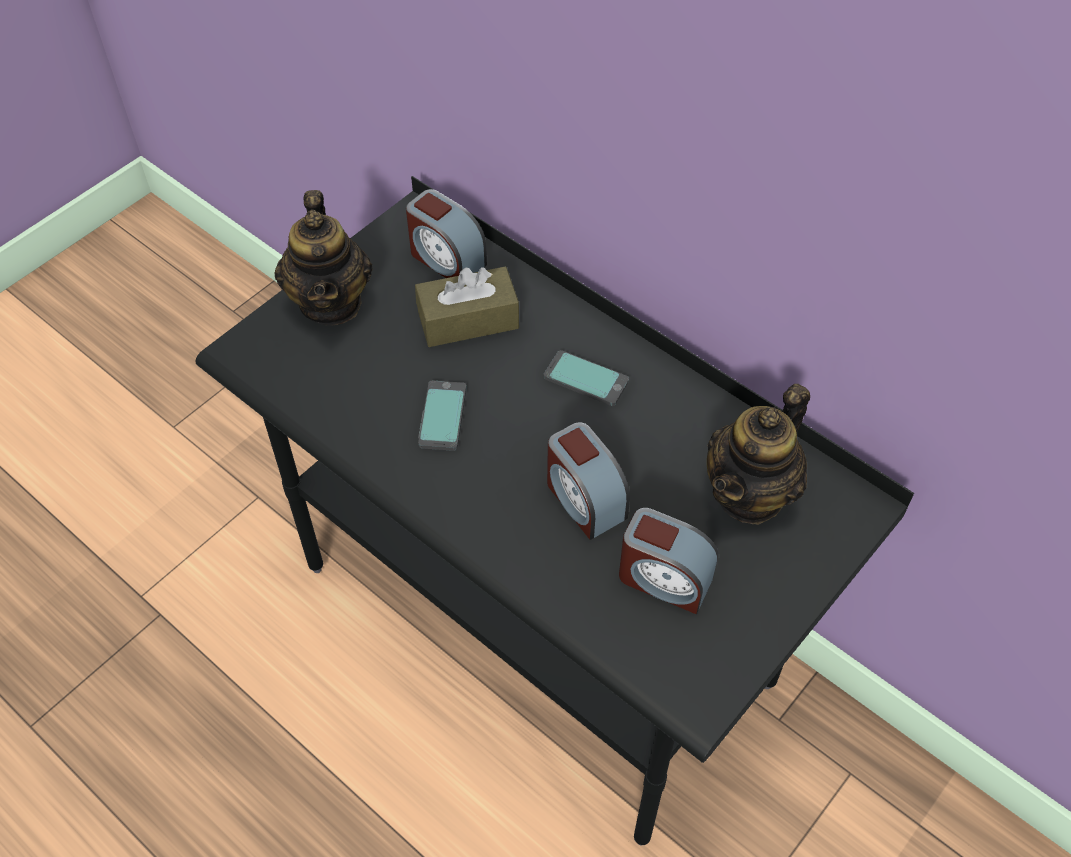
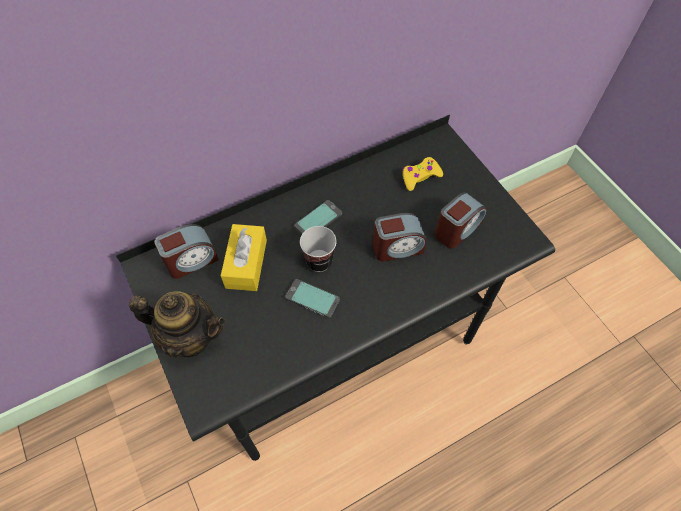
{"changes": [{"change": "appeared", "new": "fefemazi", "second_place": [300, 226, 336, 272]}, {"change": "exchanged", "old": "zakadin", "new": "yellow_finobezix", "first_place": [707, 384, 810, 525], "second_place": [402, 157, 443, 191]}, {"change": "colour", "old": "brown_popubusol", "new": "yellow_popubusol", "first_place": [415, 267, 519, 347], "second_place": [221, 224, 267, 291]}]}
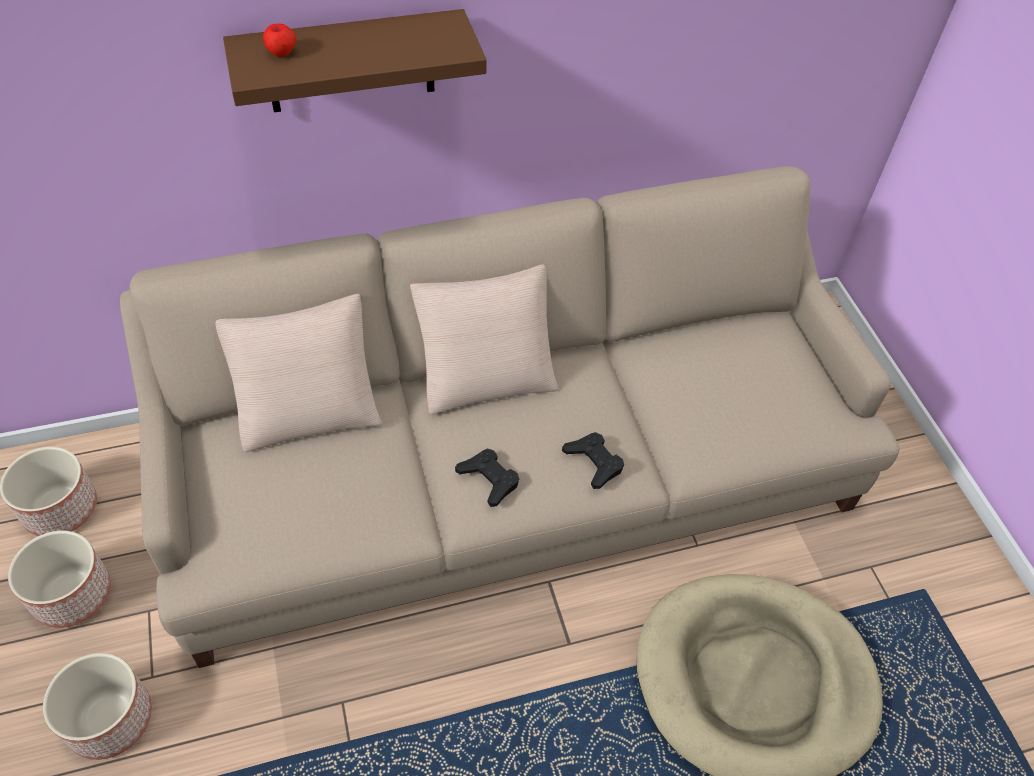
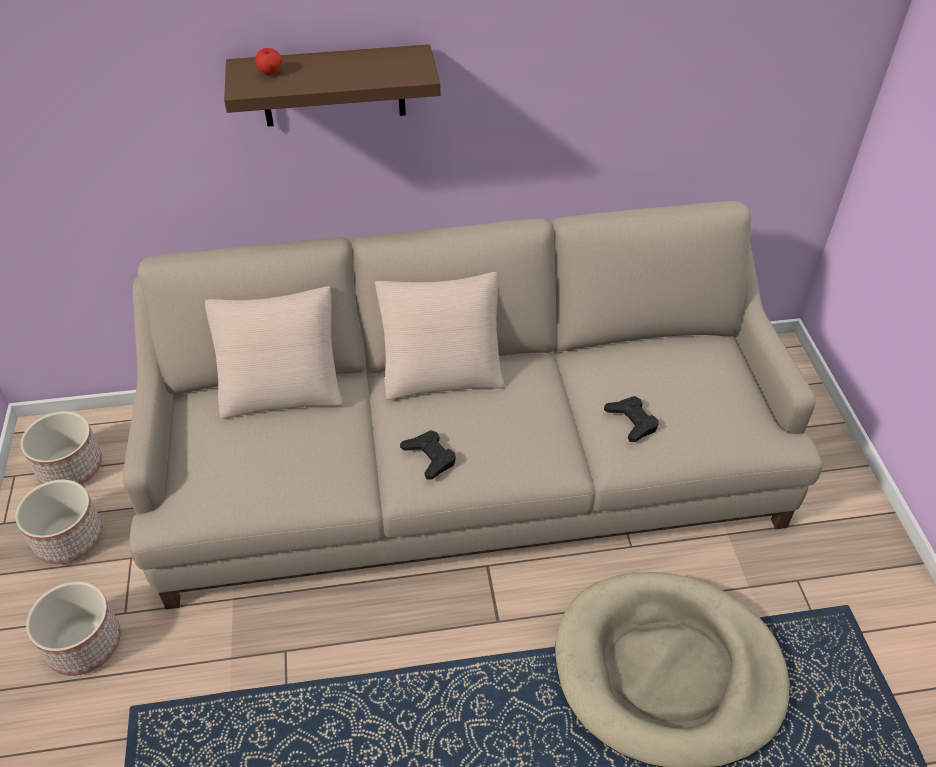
{"changes": [{"change": "relocated", "old": "black_finobezix", "first_place": [562, 432, 624, 489], "second_place": [604, 396, 659, 442]}]}
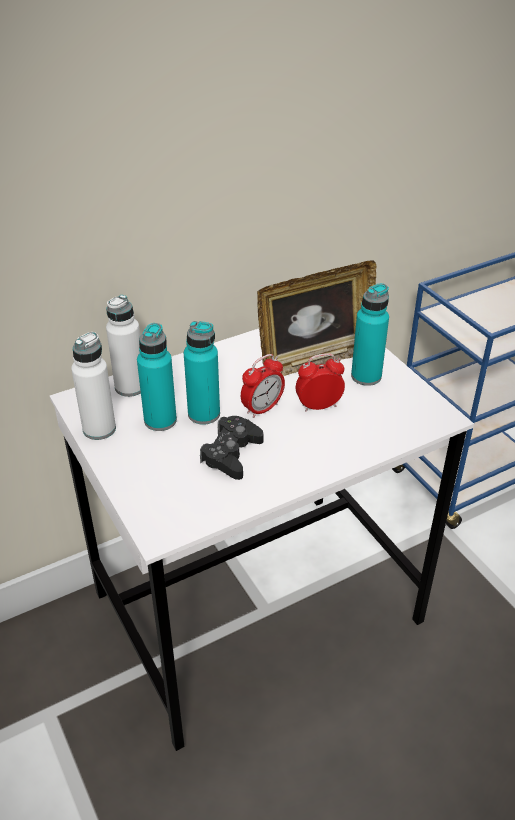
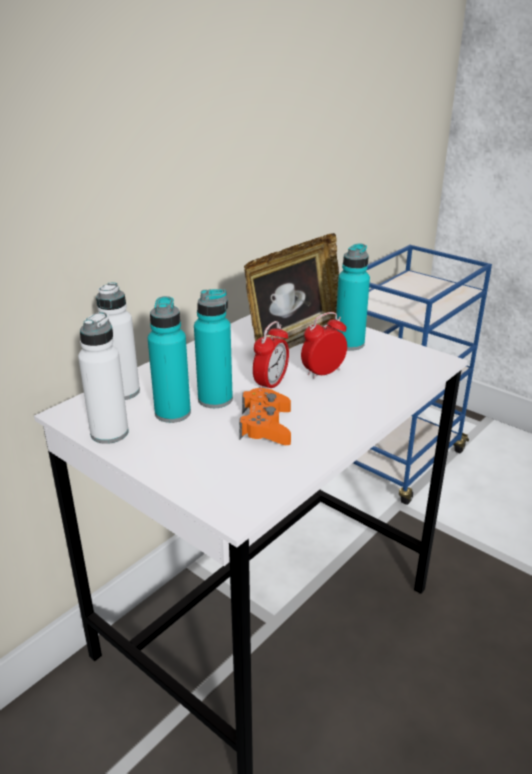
{"changes": [{"change": "colour", "old": "black_finobezix", "new": "orange_finobezix", "first_place": [200, 416, 264, 480], "second_place": [239, 388, 291, 445]}]}
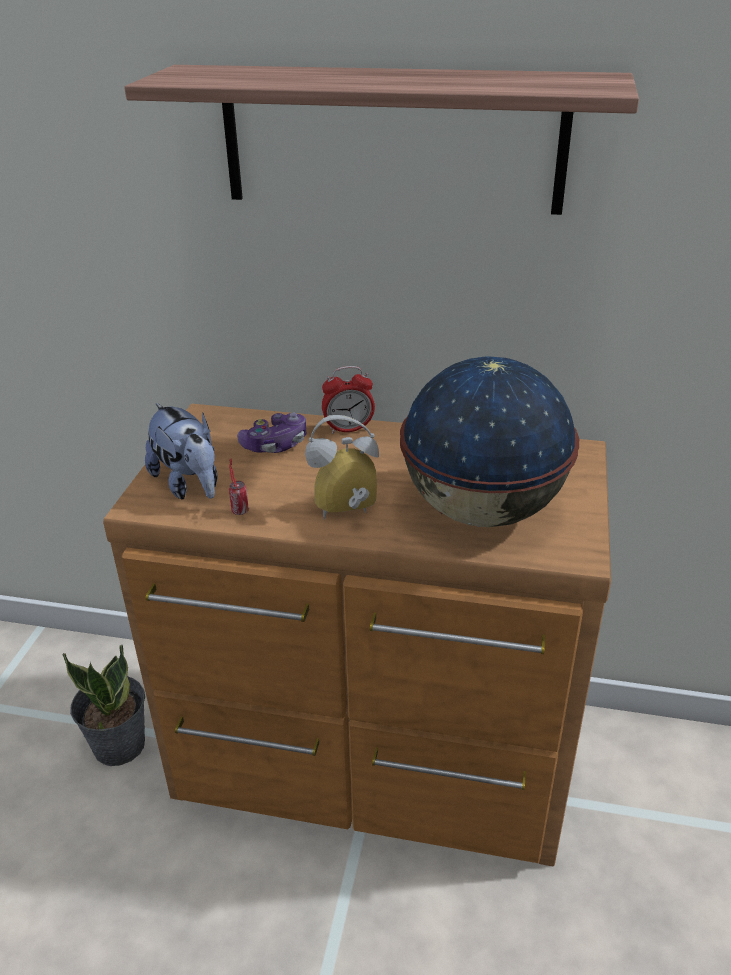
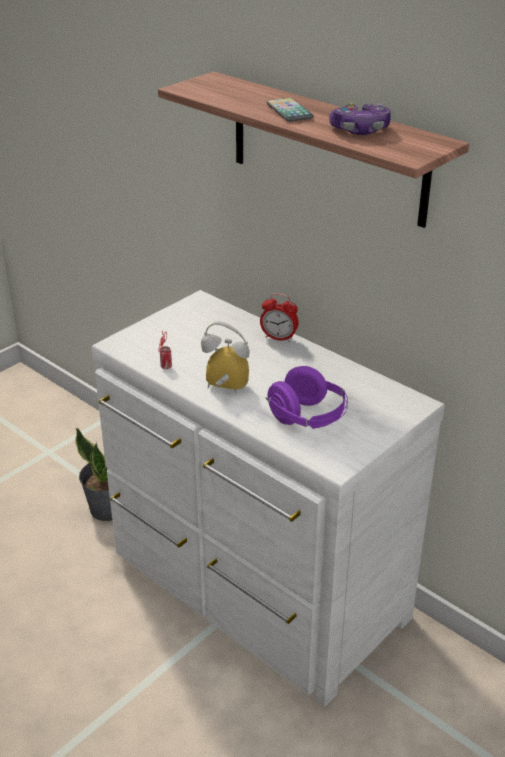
{"changes": [{"change": "missing", "old": "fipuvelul", "first_place": [145, 403, 218, 500]}, {"change": "appeared", "new": "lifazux", "second_place": [266, 98, 314, 122]}, {"change": "relocated", "old": "finobezix", "first_place": [237, 413, 306, 453], "second_place": [329, 103, 391, 135]}, {"change": "exchanged", "old": "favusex", "new": "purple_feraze", "first_place": [400, 356, 579, 527], "second_place": [266, 366, 348, 429]}, {"change": "colour", "old": "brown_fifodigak", "new": "white_fifodigak", "first_place": [103, 404, 611, 867], "second_place": [91, 290, 445, 706]}]}
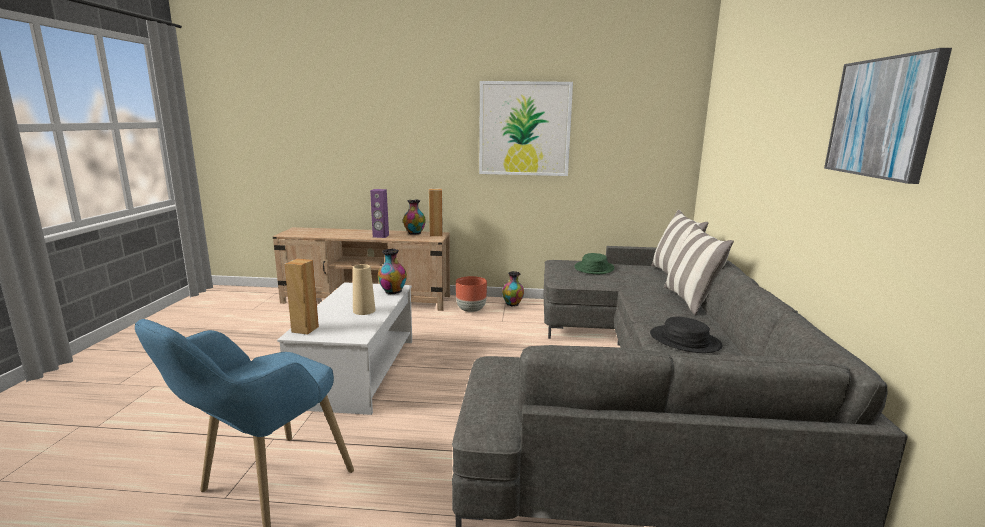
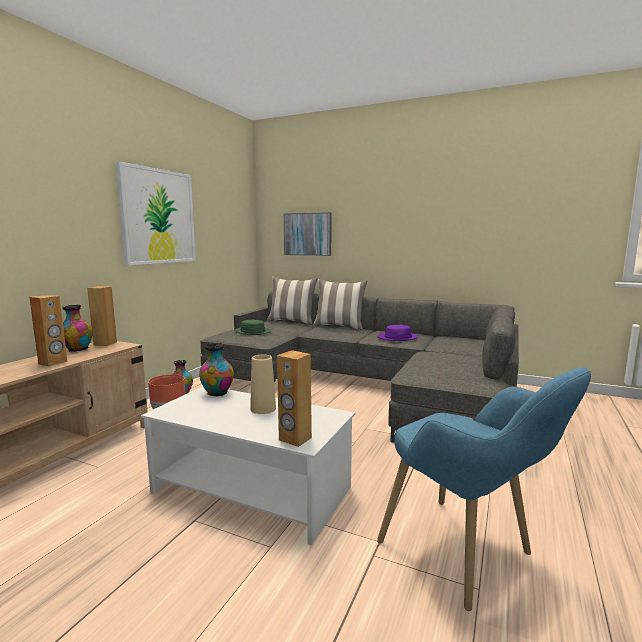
{"changes": [{"change": "relocated", "old": "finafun", "first_place": [824, 48, 952, 184], "second_place": [284, 212, 332, 256]}, {"change": "colour", "old": "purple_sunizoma", "new": "brown_sunizoma", "first_place": [370, 189, 389, 238], "second_place": [29, 295, 67, 366]}, {"change": "colour", "old": "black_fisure", "new": "purple_fisure", "first_place": [650, 317, 722, 353], "second_place": [378, 325, 419, 341]}]}
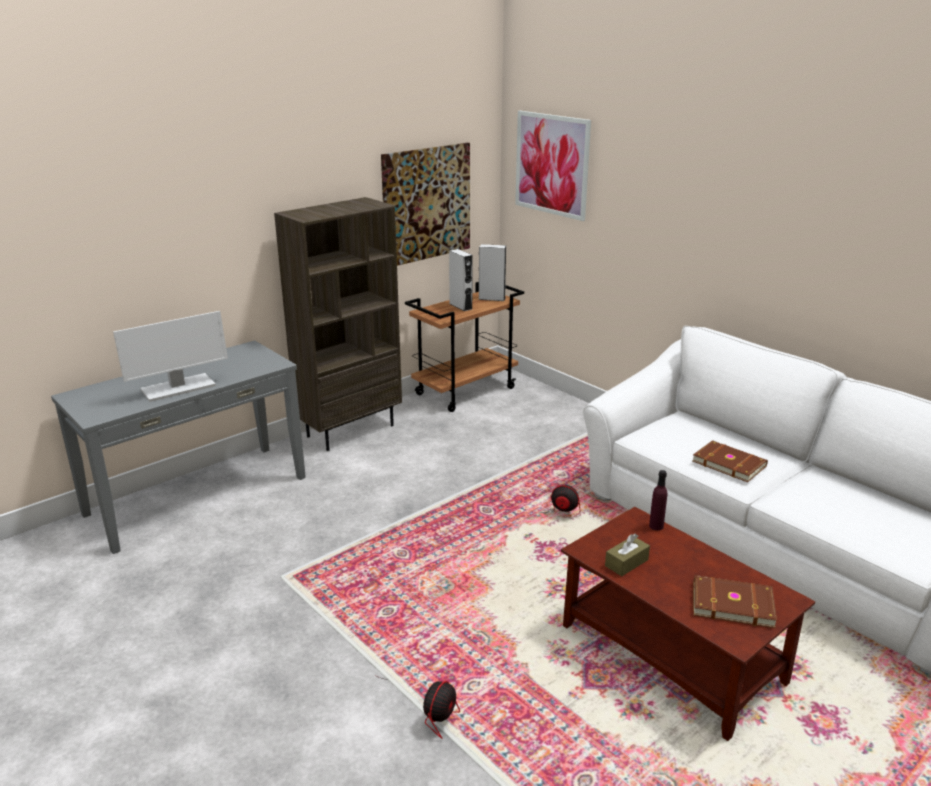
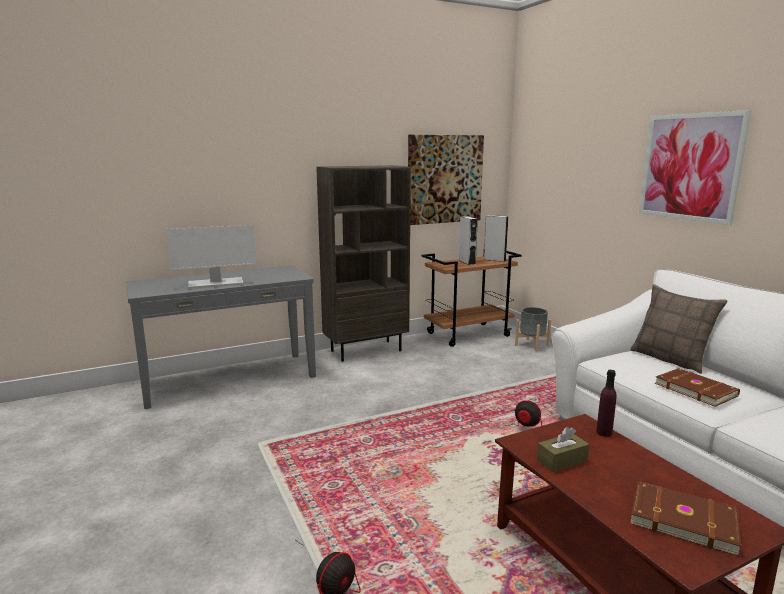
{"changes": [{"change": "appeared", "new": "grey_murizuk", "second_place": [515, 307, 551, 352]}, {"change": "appeared", "new": "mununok", "second_place": [630, 284, 728, 374]}, {"change": "relocated", "old": "finafun", "first_place": [515, 111, 591, 221], "second_place": [639, 110, 751, 225]}]}
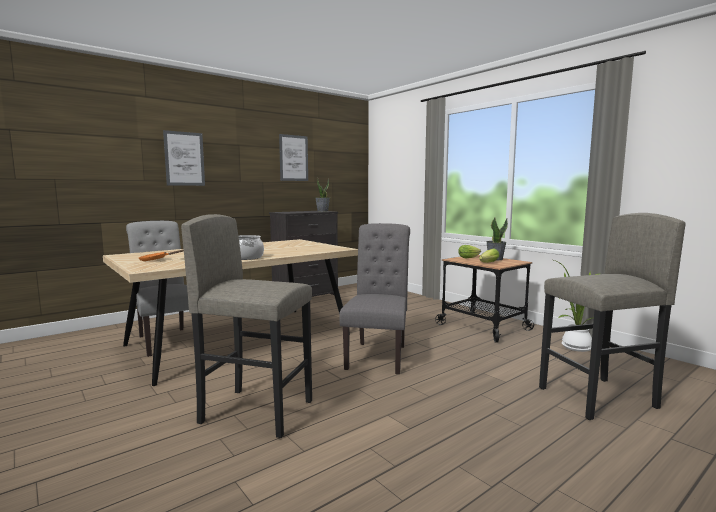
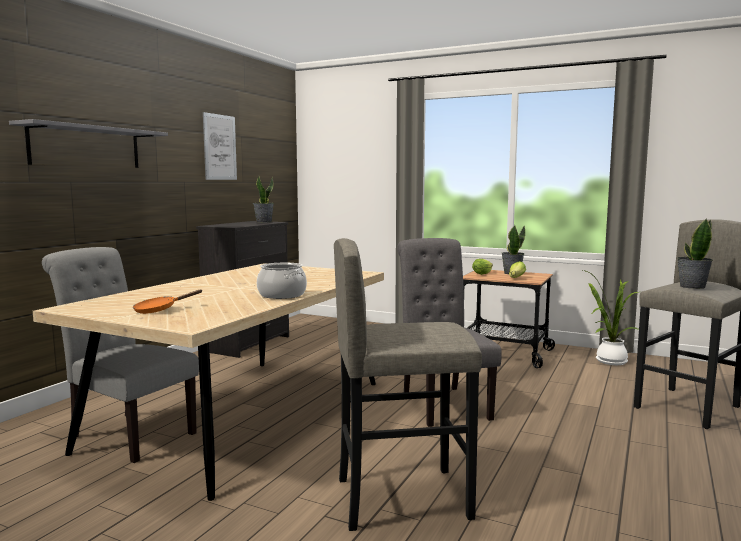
{"changes": [{"change": "appeared", "new": "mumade", "second_place": [677, 219, 713, 289]}, {"change": "exchanged", "old": "finafun", "new": "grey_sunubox", "first_place": [163, 130, 205, 186], "second_place": [9, 119, 168, 168]}]}
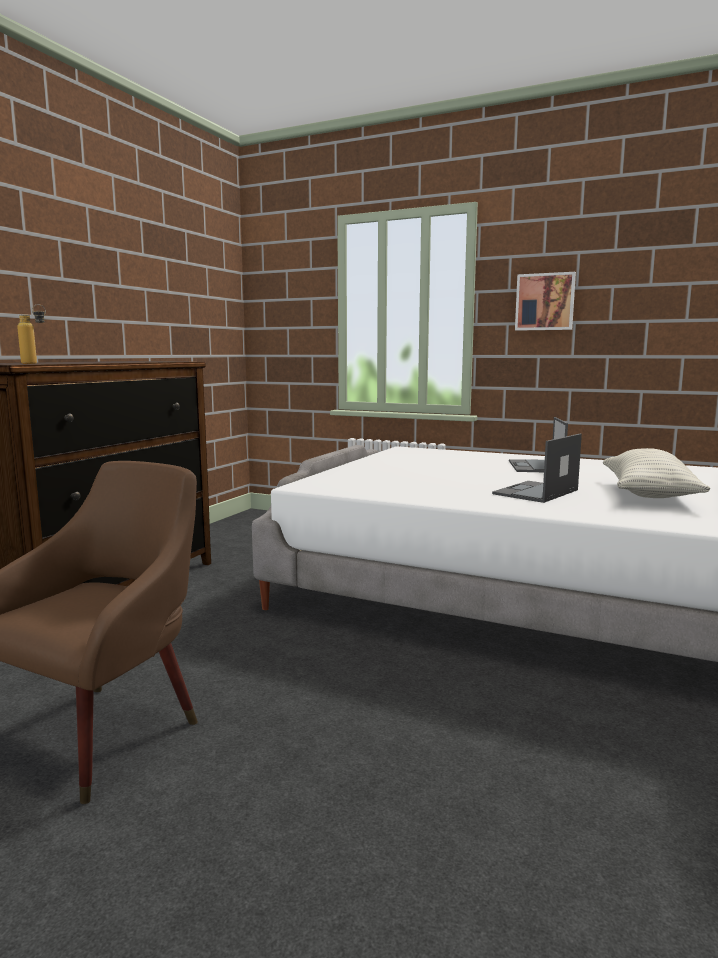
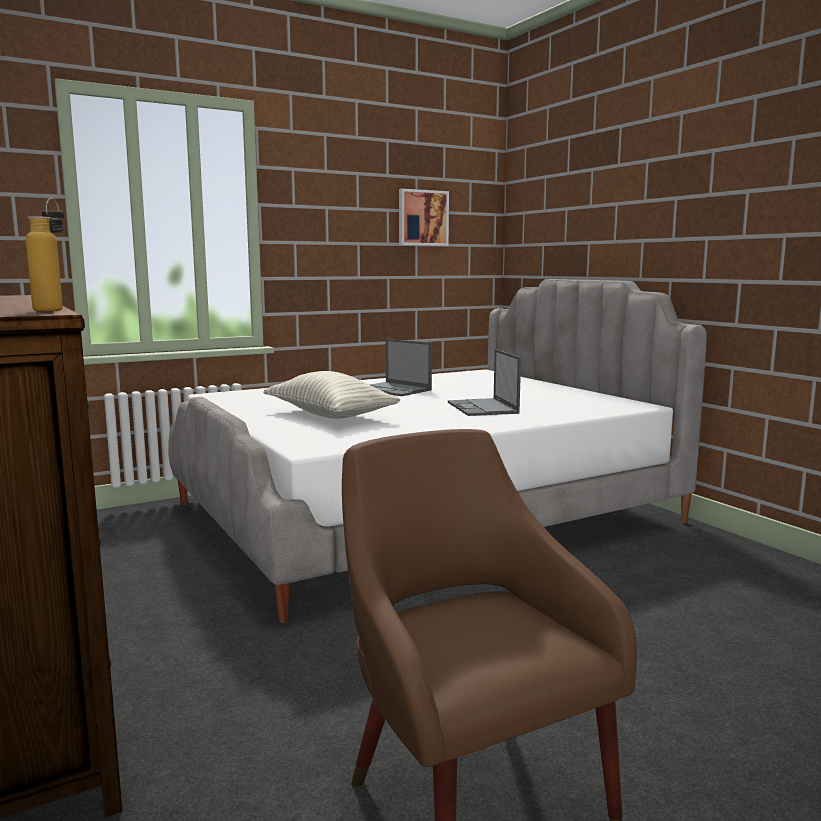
{"changes": [{"change": "relocated", "old": "finafun", "first_place": [515, 272, 576, 331], "second_place": [399, 189, 449, 246]}, {"change": "relocated", "old": "mununok", "first_place": [603, 448, 710, 498], "second_place": [263, 371, 400, 419]}]}
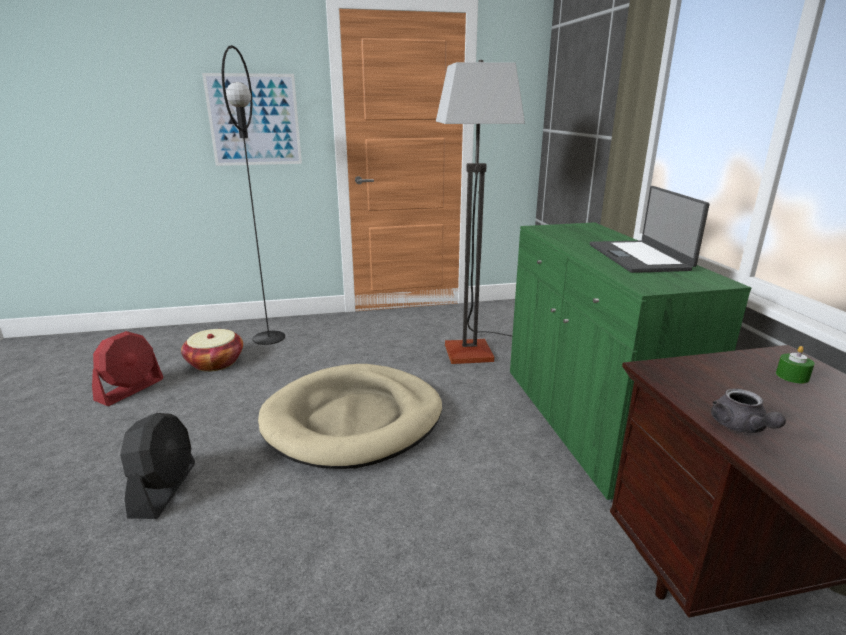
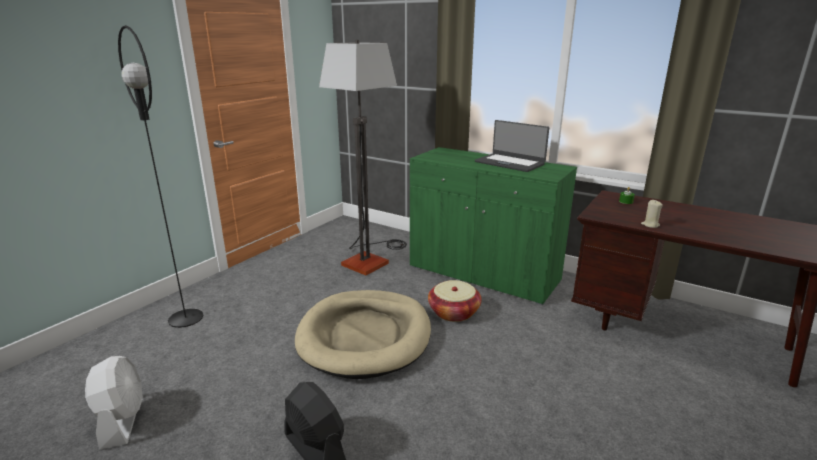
{"changes": [{"change": "missing", "old": "finafun", "first_place": [202, 73, 302, 166]}, {"change": "relocated", "old": "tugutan", "first_place": [181, 329, 243, 372], "second_place": [428, 280, 481, 322]}, {"change": "exchanged", "old": "grey_zakadin", "new": "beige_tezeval", "first_place": [711, 388, 786, 433], "second_place": [641, 200, 663, 228]}, {"change": "colour", "old": "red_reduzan", "new": "white_reduzan", "first_place": [92, 331, 164, 406], "second_place": [85, 356, 143, 450]}]}
